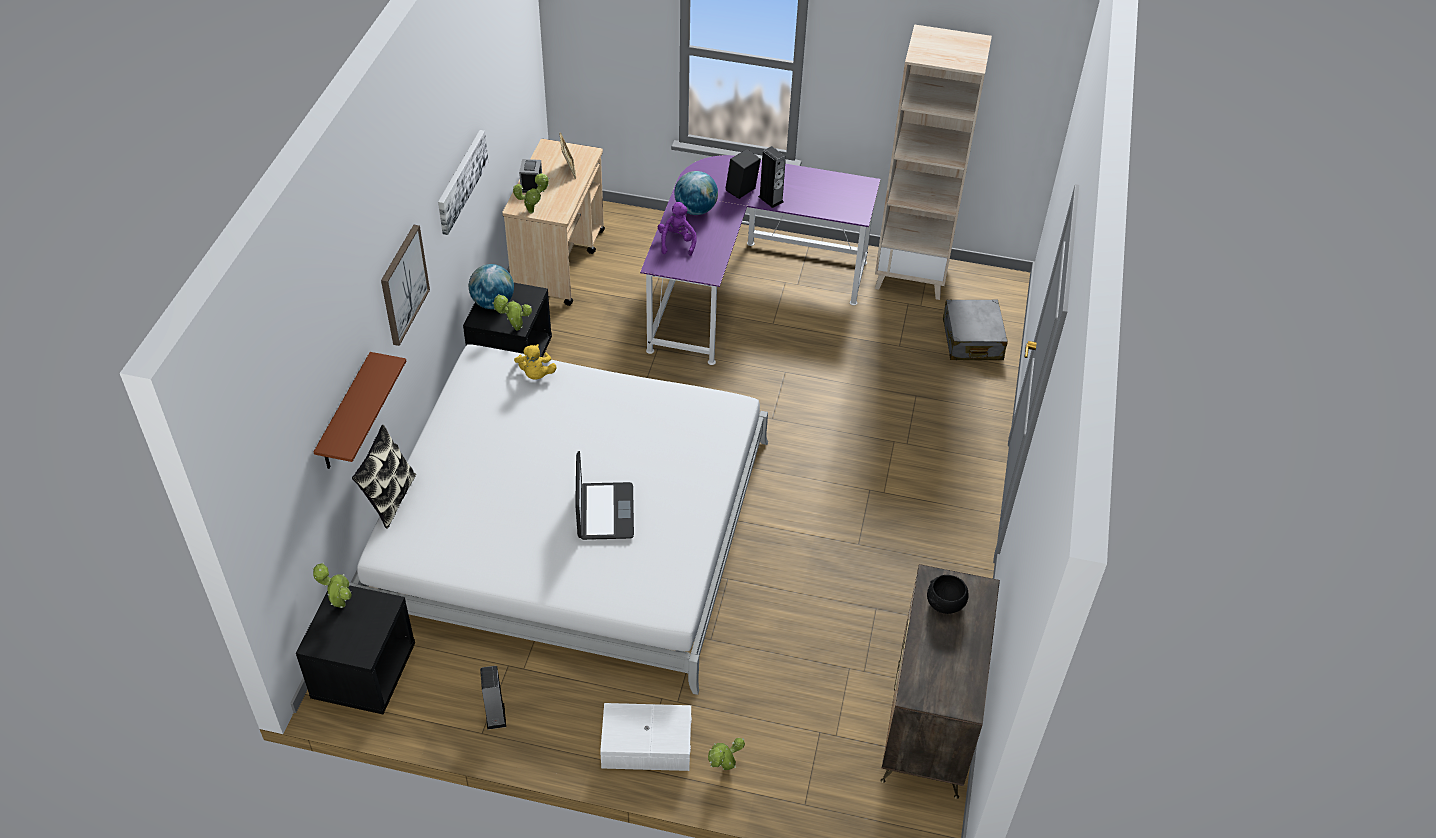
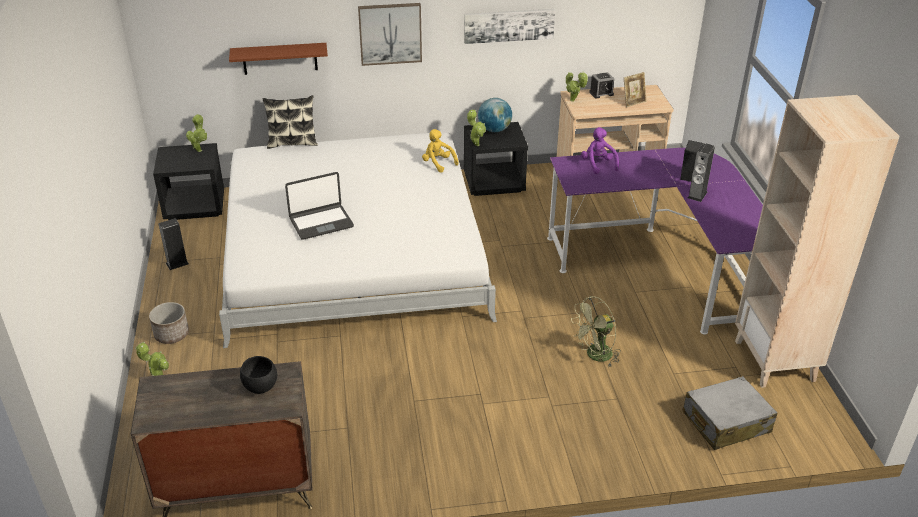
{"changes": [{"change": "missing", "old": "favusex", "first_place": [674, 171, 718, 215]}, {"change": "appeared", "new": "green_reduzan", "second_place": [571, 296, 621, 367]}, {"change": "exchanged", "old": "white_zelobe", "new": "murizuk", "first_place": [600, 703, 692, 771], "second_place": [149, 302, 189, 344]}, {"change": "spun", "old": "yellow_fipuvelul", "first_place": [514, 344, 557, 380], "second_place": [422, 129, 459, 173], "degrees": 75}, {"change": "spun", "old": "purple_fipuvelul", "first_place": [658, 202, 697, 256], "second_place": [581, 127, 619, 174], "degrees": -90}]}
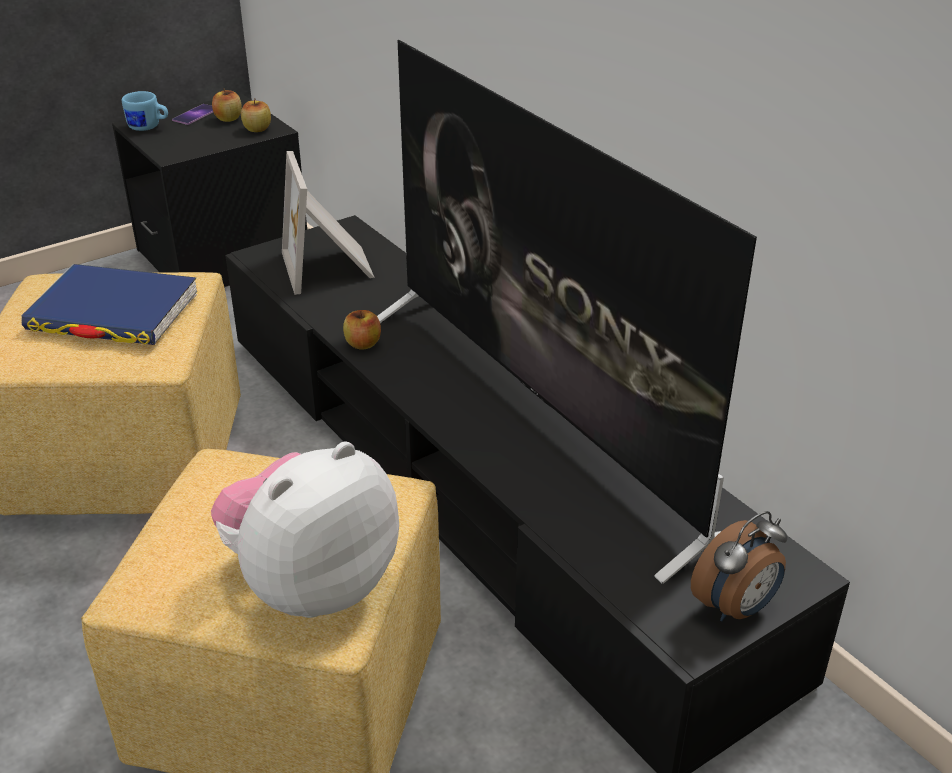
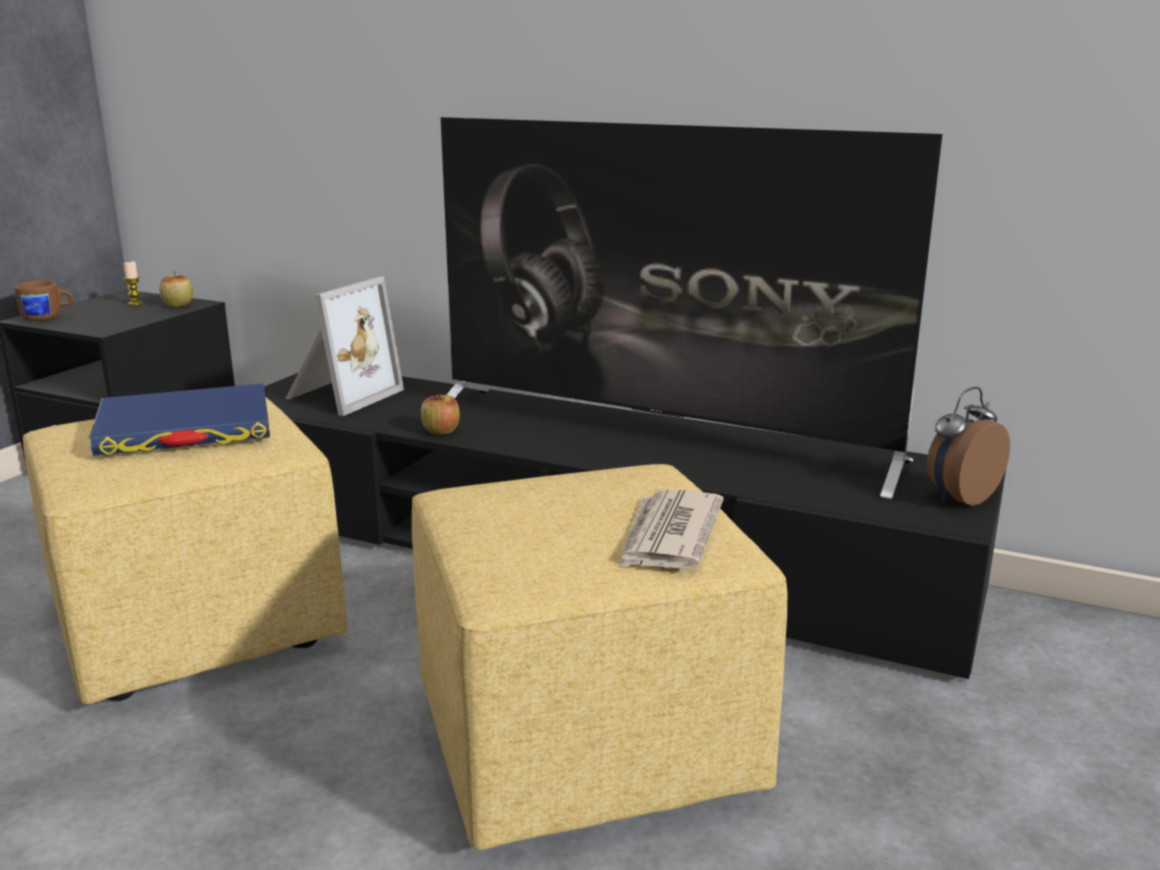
{"changes": [{"change": "missing", "old": "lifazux", "first_place": [172, 104, 213, 125]}, {"change": "exchanged", "old": "fipuvelul", "new": "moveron", "first_place": [211, 441, 399, 618], "second_place": [618, 490, 723, 569]}, {"change": "exchanged", "old": "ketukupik", "new": "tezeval", "first_place": [212, 88, 242, 122], "second_place": [123, 261, 143, 305]}, {"change": "colour", "old": "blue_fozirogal", "new": "brown_fozirogal", "first_place": [122, 91, 168, 131], "second_place": [14, 280, 73, 321]}, {"change": "spun", "old": "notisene", "first_place": [282, 151, 375, 295], "second_place": [285, 276, 404, 416], "degrees": -105}, {"change": "spun", "old": "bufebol", "first_place": [691, 511, 788, 622], "second_place": [927, 387, 1010, 506], "degrees": -150}]}
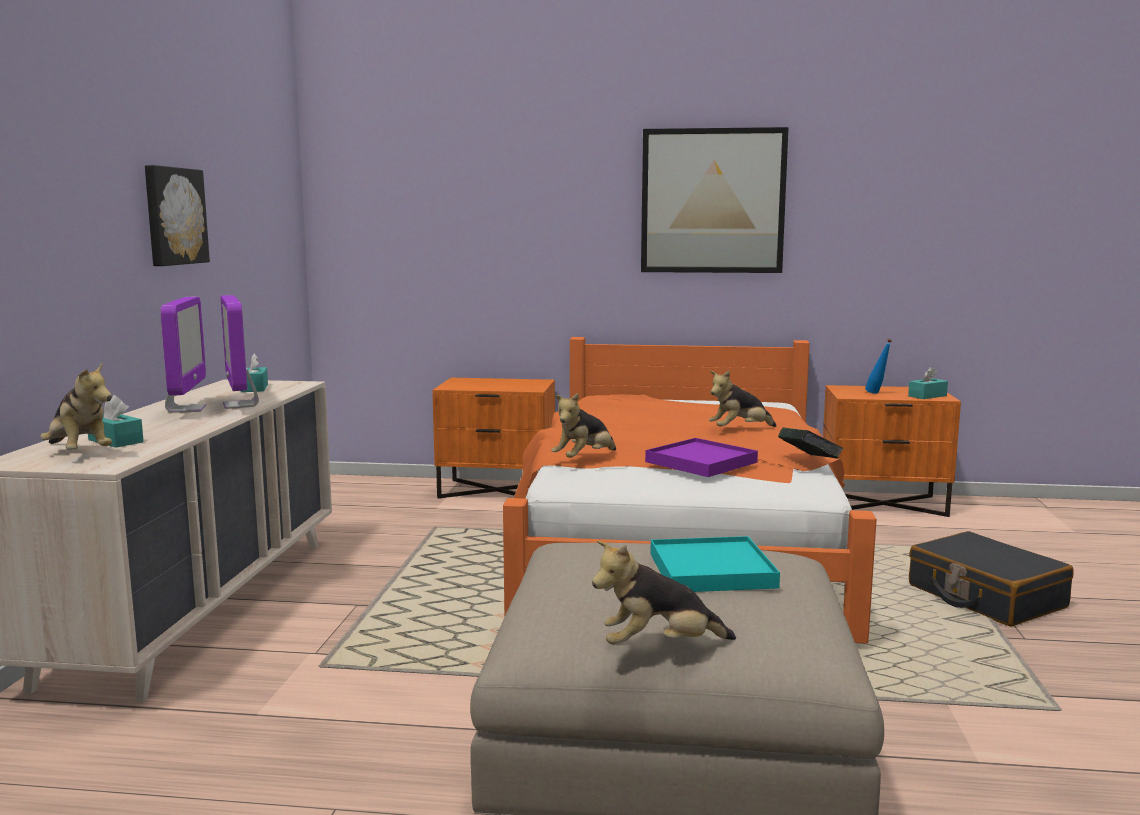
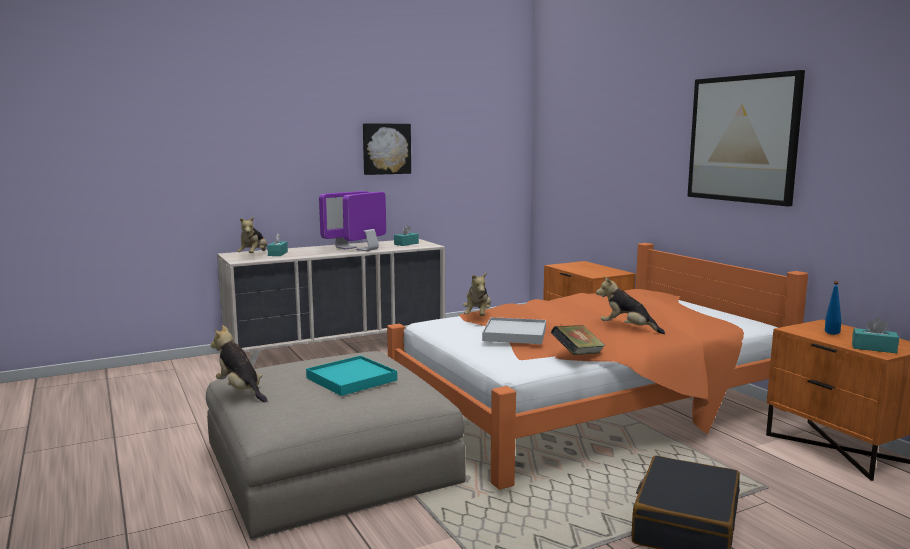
{"changes": [{"change": "colour", "old": "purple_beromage", "new": "white_beromage", "first_place": [645, 438, 758, 477], "second_place": [482, 317, 546, 344]}, {"change": "spun", "old": "fipuvelul", "first_place": [551, 393, 616, 458], "second_place": [463, 272, 491, 316], "degrees": -90}]}
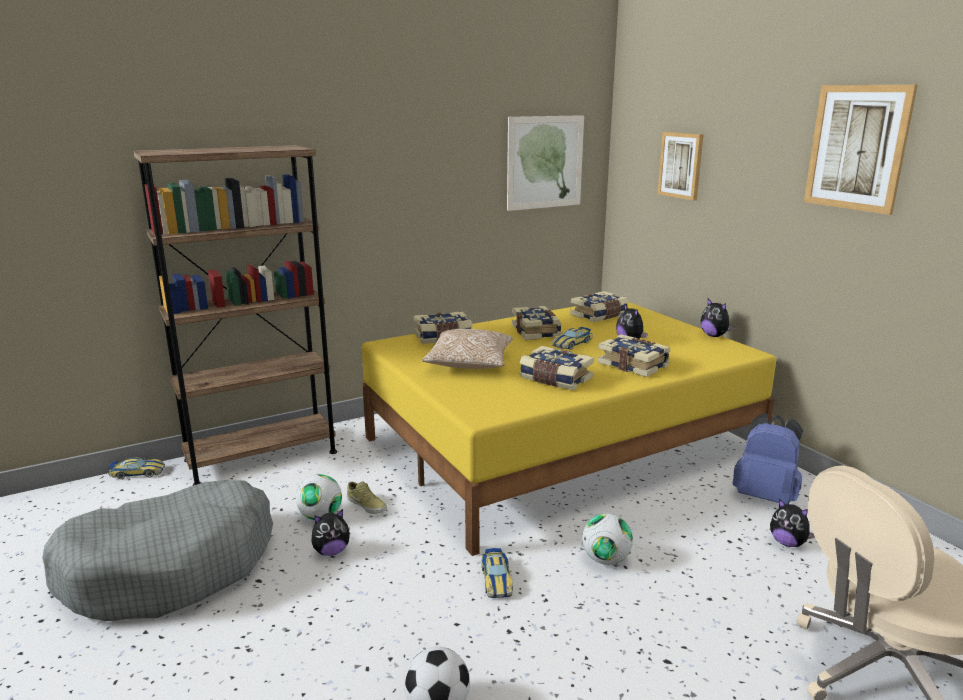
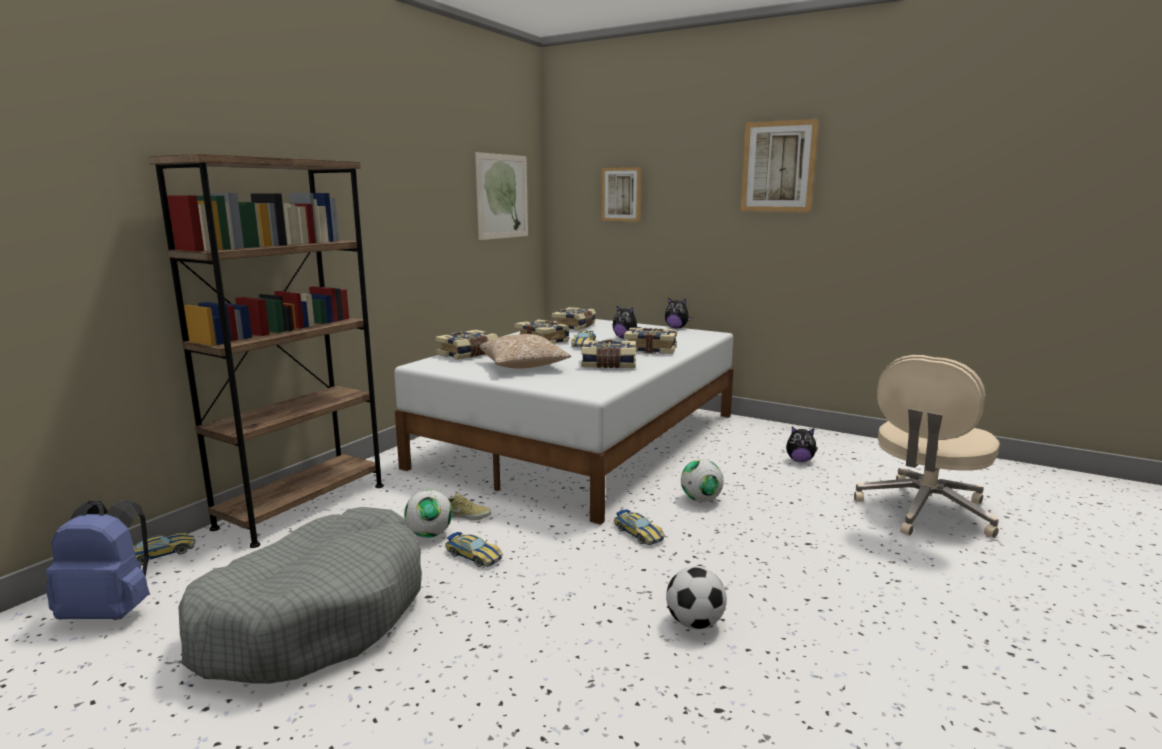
{"changes": [{"change": "relocated", "old": "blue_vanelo", "first_place": [733, 413, 803, 505], "second_place": [46, 501, 149, 619]}, {"change": "exchanged", "old": "fipuvelul", "new": "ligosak", "first_place": [311, 509, 350, 556], "second_place": [445, 532, 503, 567]}, {"change": "colour", "old": "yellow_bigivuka", "new": "white_bigivuka", "first_place": [362, 302, 776, 556], "second_place": [394, 319, 733, 525]}]}
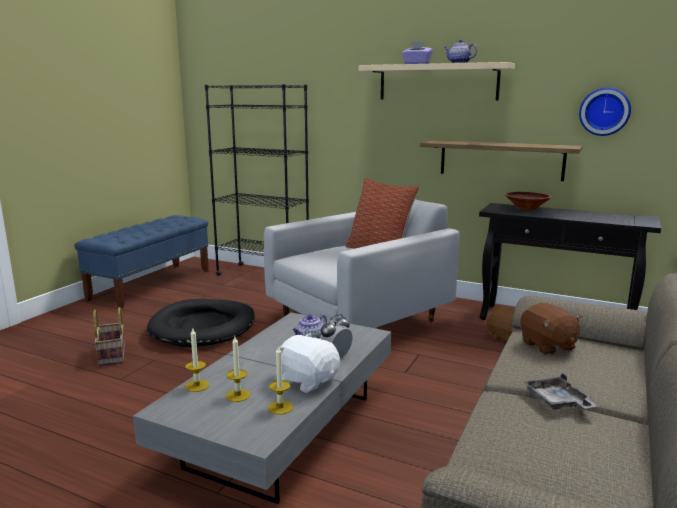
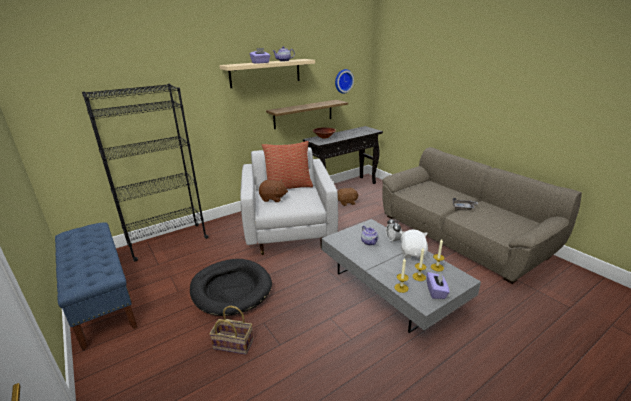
{"changes": [{"change": "appeared", "new": "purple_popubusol", "second_place": [427, 272, 450, 299]}, {"change": "relocated", "old": "brown_fipuvelul", "first_place": [521, 303, 582, 355], "second_place": [259, 180, 288, 202]}, {"change": "spun", "old": "white_fipuvelul", "first_place": [275, 333, 340, 393], "second_place": [400, 229, 428, 259], "degrees": 120}]}
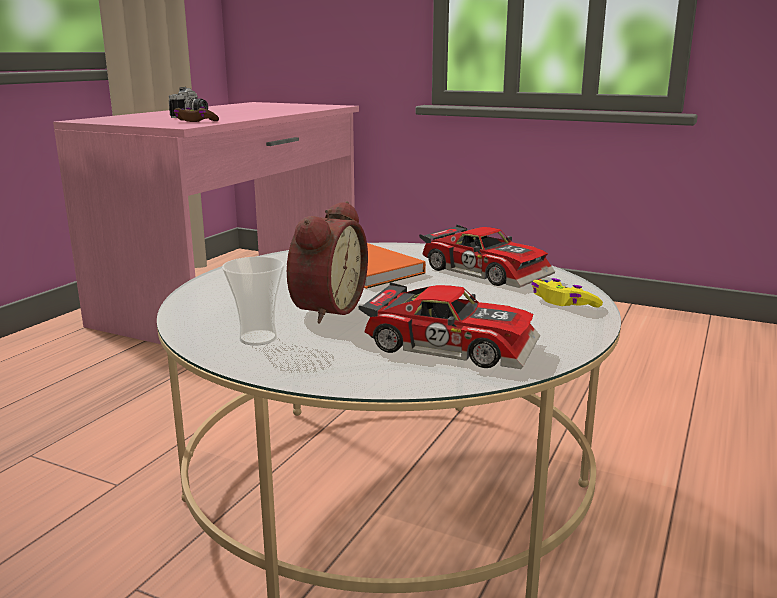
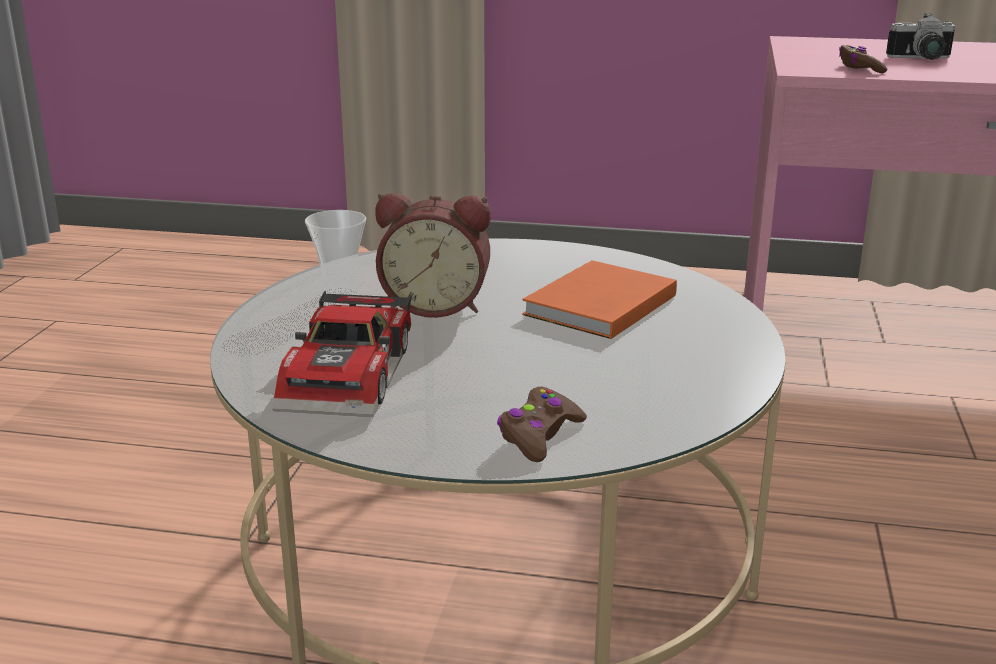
{"changes": [{"change": "missing", "old": "ligosak", "first_place": [419, 225, 555, 288]}, {"change": "colour", "old": "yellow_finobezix", "new": "brown_finobezix", "first_place": [531, 278, 603, 308], "second_place": [497, 386, 587, 462]}]}
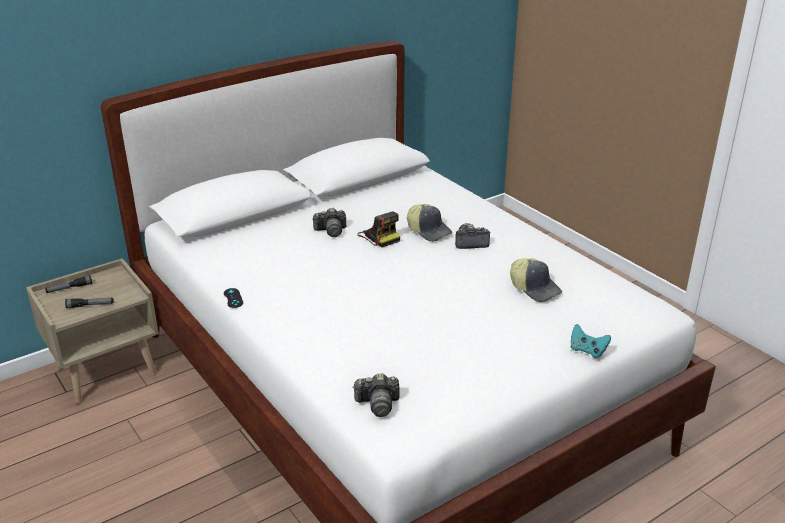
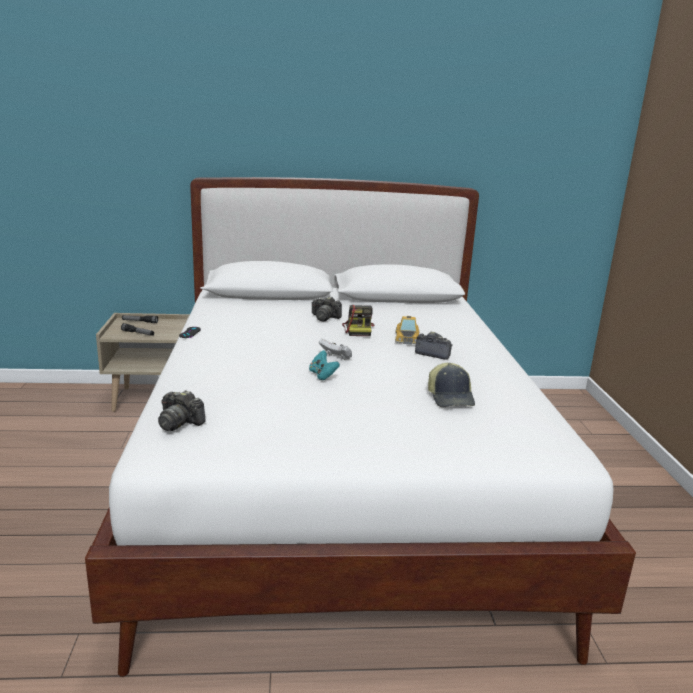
{"changes": [{"change": "appeared", "new": "white_finobezix", "second_place": [319, 338, 352, 360]}, {"change": "relocated", "old": "turquoise_finobezix", "first_place": [570, 324, 611, 358], "second_place": [309, 350, 340, 380]}, {"change": "exchanged", "old": "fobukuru", "new": "ligosak", "first_place": [407, 204, 453, 242], "second_place": [395, 316, 419, 345]}]}
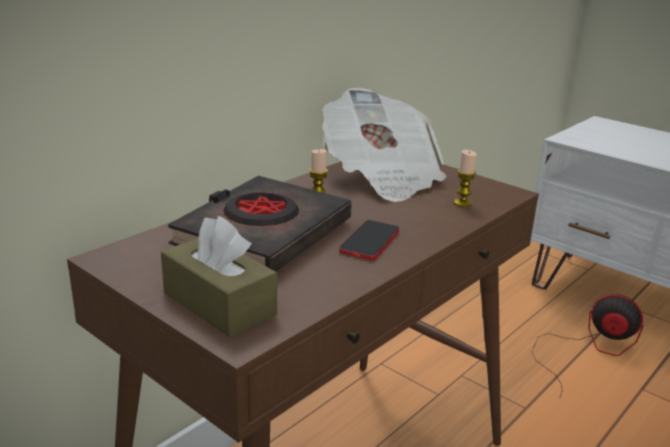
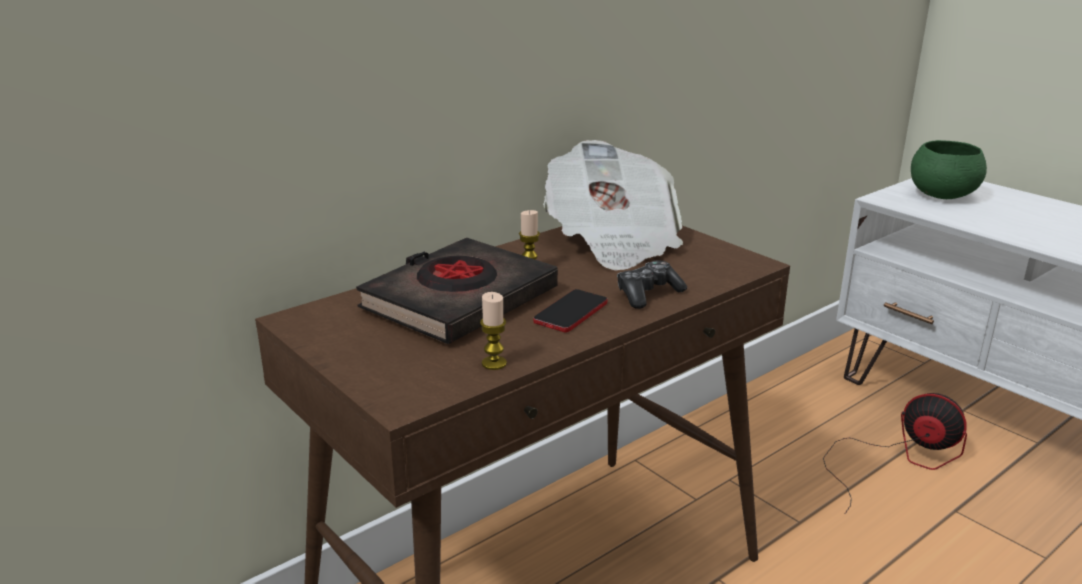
{"changes": [{"change": "missing", "old": "brown_popubusol", "first_place": [161, 216, 277, 338]}, {"change": "appeared", "new": "finobezix", "second_place": [617, 261, 687, 309]}, {"change": "appeared", "new": "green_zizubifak", "second_place": [911, 140, 987, 199]}, {"change": "relocated", "old": "tezeval", "first_place": [454, 150, 477, 207], "second_place": [480, 292, 507, 370]}]}
